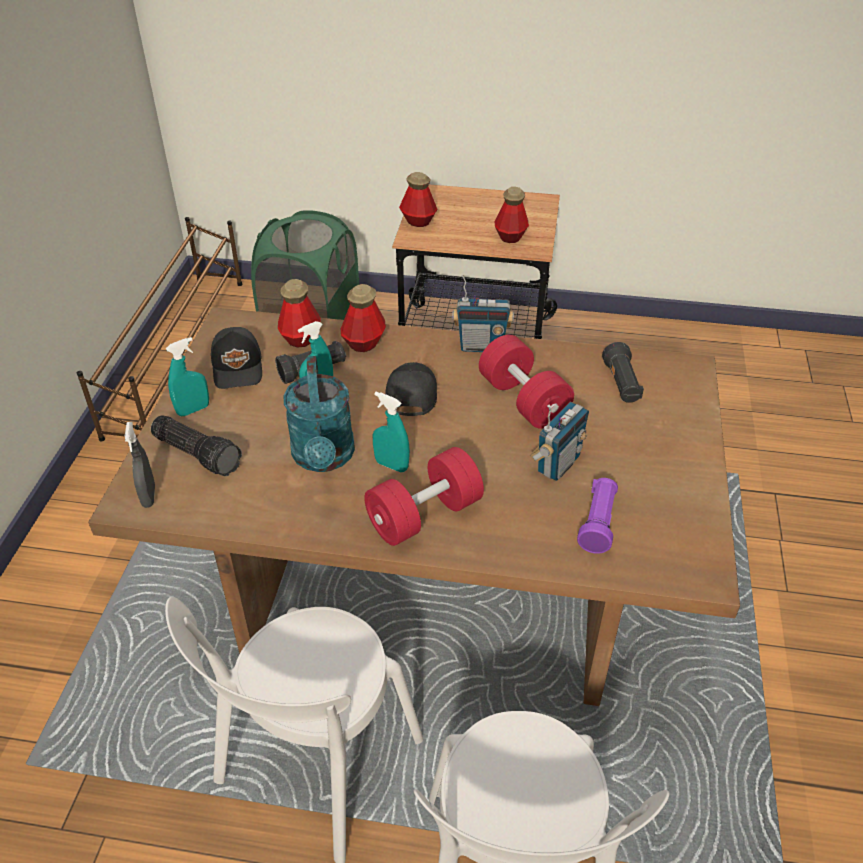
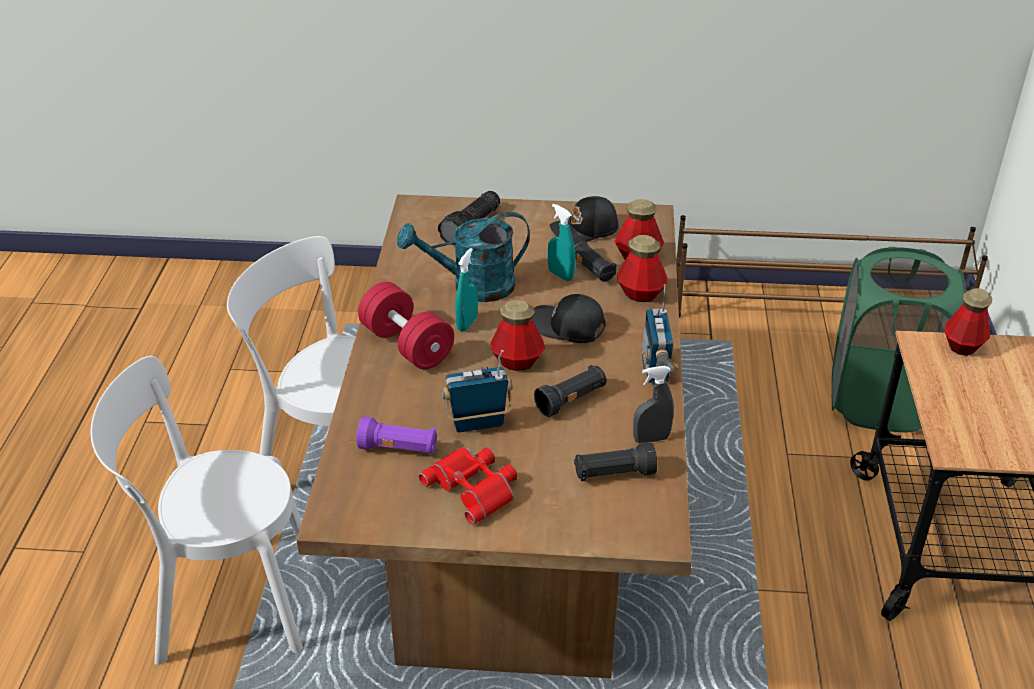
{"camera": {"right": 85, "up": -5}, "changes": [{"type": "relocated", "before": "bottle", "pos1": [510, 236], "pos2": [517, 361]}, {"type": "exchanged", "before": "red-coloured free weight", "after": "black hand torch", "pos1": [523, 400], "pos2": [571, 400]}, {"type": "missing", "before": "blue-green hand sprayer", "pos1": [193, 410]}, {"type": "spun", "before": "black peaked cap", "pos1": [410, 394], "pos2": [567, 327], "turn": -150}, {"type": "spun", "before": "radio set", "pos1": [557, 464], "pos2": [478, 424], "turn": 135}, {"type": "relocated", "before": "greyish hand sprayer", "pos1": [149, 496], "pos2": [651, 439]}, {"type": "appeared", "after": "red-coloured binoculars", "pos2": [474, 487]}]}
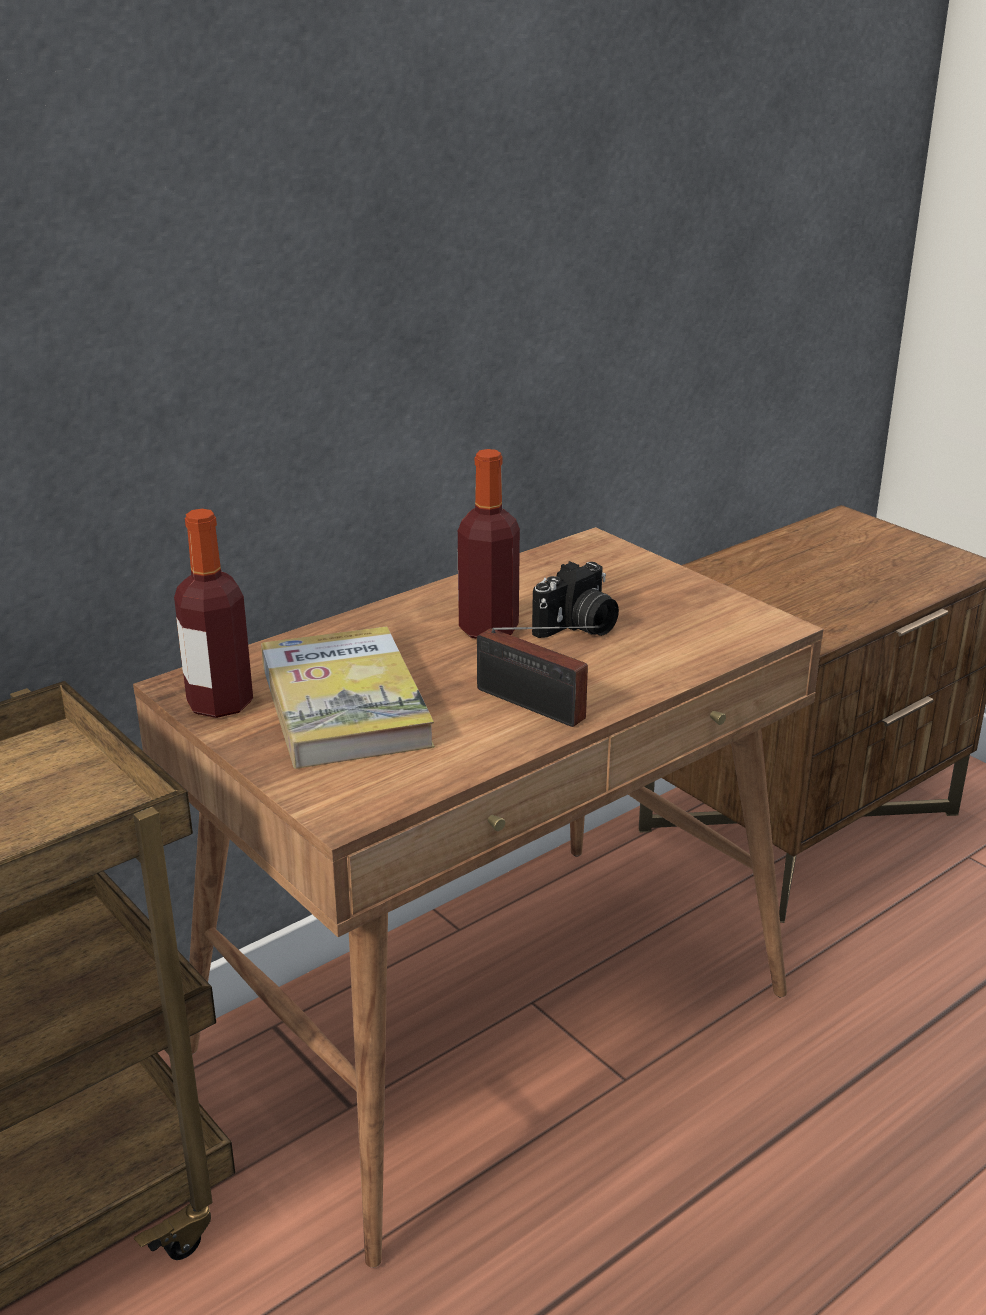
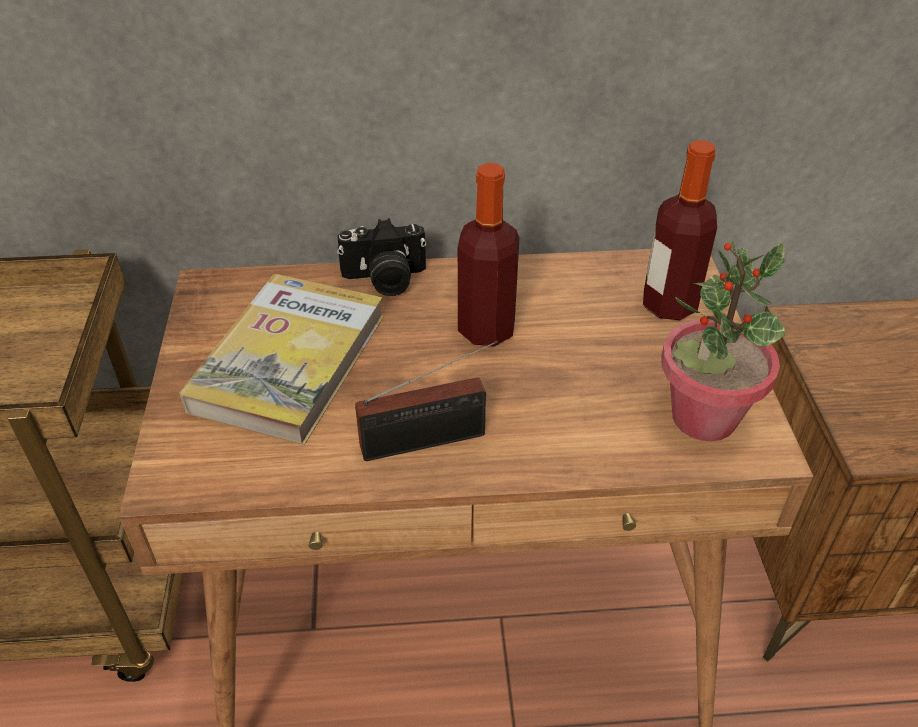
{"camera": {"right": 35, "up": 15}, "changes": [{"type": "relocated", "before": "bottle", "pos1": [220, 704], "pos2": [669, 305]}, {"type": "relocated", "before": "still camera", "pos1": [578, 627], "pos2": [385, 280]}, {"type": "spun", "before": "radio set", "pos1": [535, 707], "pos2": [430, 440], "turn": -90}, {"type": "appeared", "after": "houseplant", "pos2": [703, 417]}]}
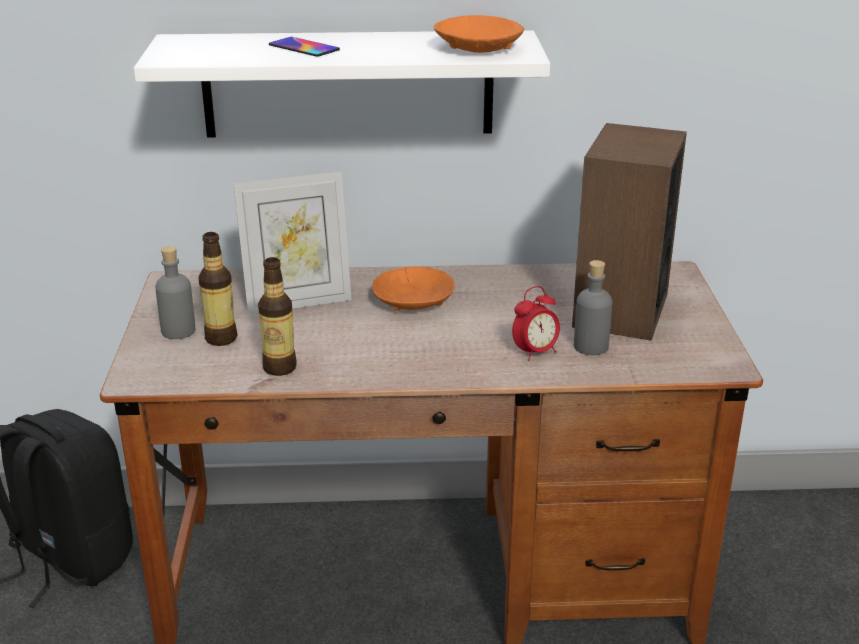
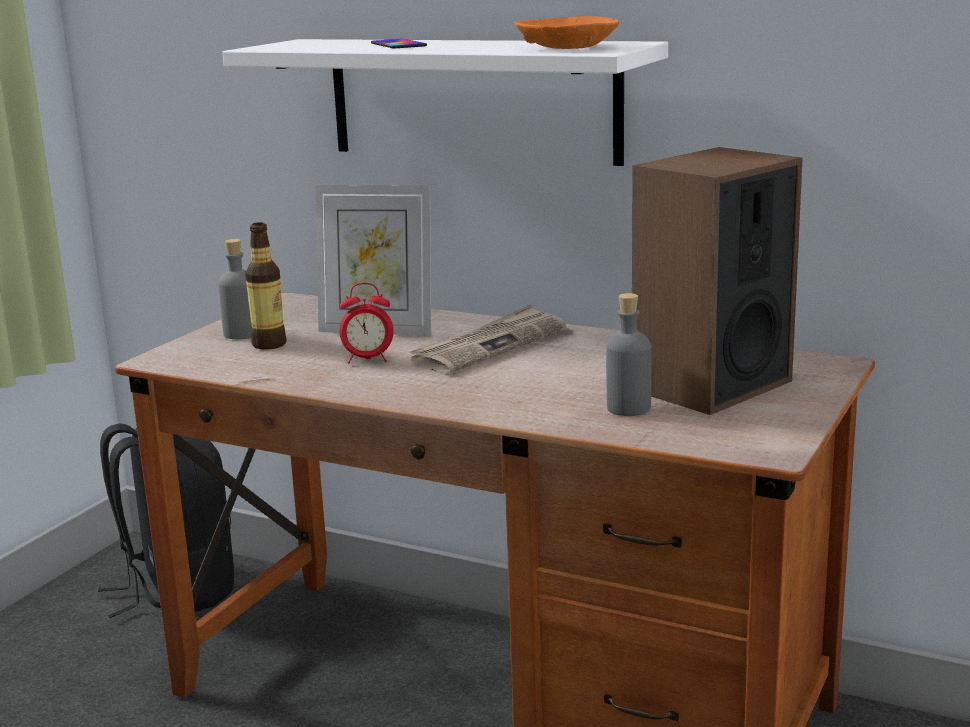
{"camera": {"right": 30, "up": -10}, "changes": [{"type": "missing", "before": "bottle", "pos1": [280, 368]}, {"type": "exchanged", "before": "orange serving bowl", "after": "newspaper", "pos1": [413, 302], "pos2": [490, 345]}, {"type": "relocated", "before": "alarm clock", "pos1": [535, 352], "pos2": [368, 360]}]}
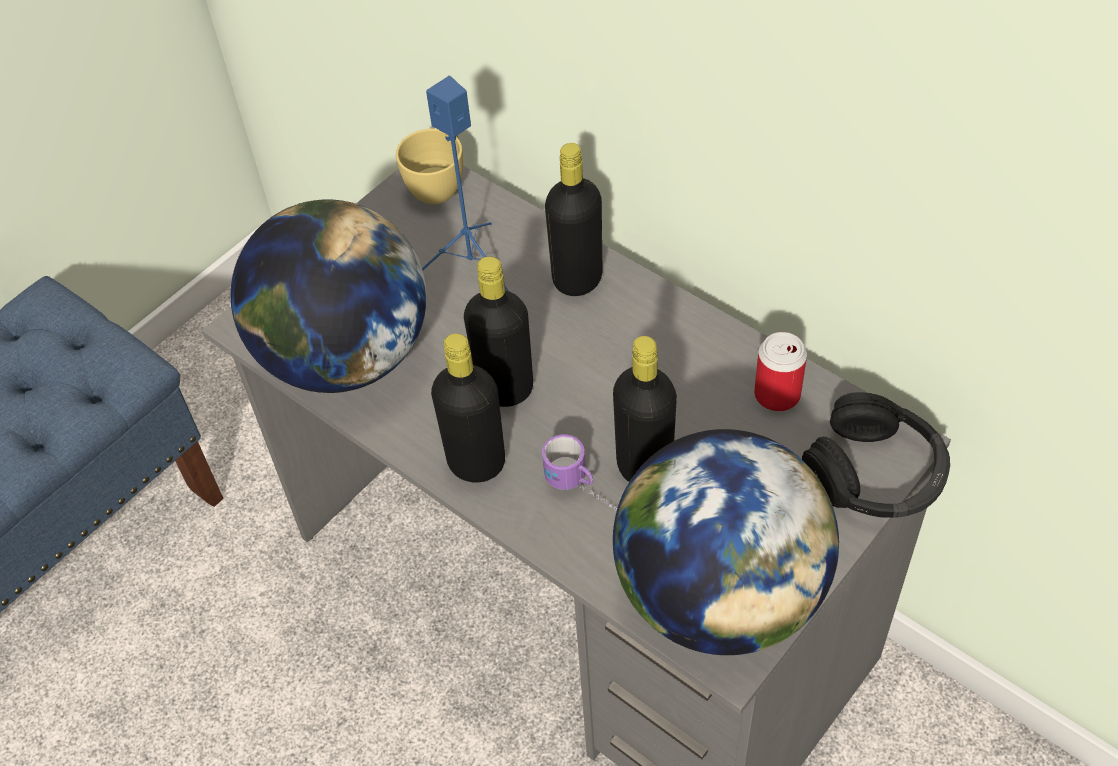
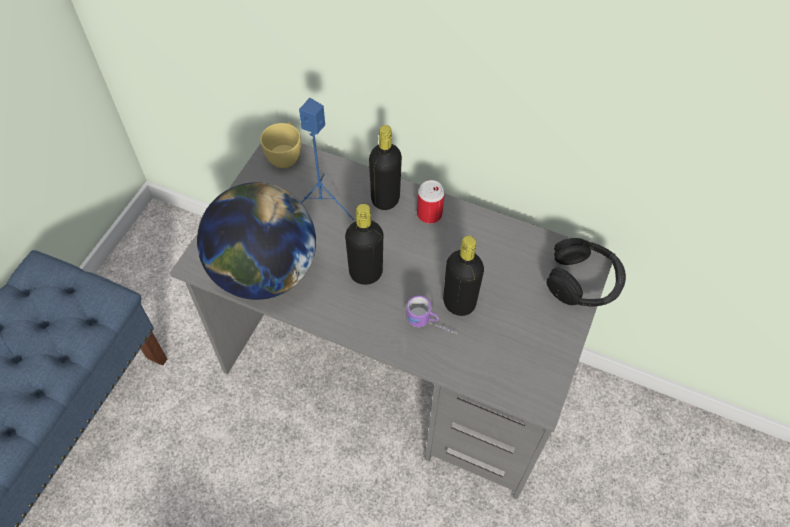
{"camera": {"right": -20, "up": 5}, "changes": [{"type": "relocated", "before": "metal can", "pos1": [777, 394], "pos2": [429, 214]}, {"type": "missing", "before": "black bottle", "pos1": [476, 463]}, {"type": "missing", "before": "globe", "pos1": [719, 595]}]}
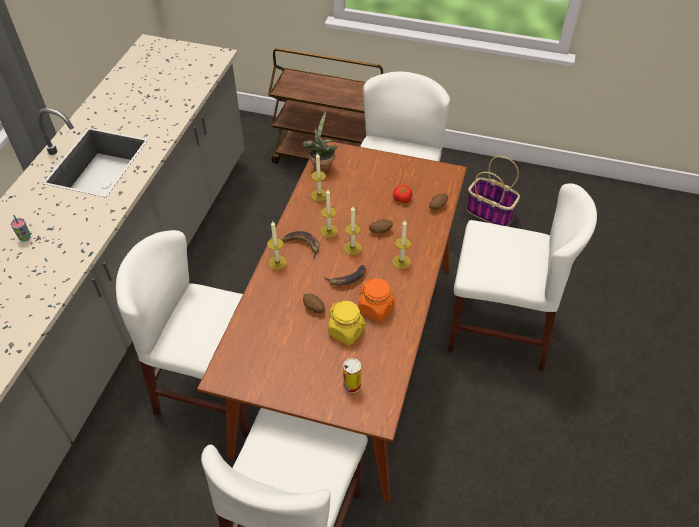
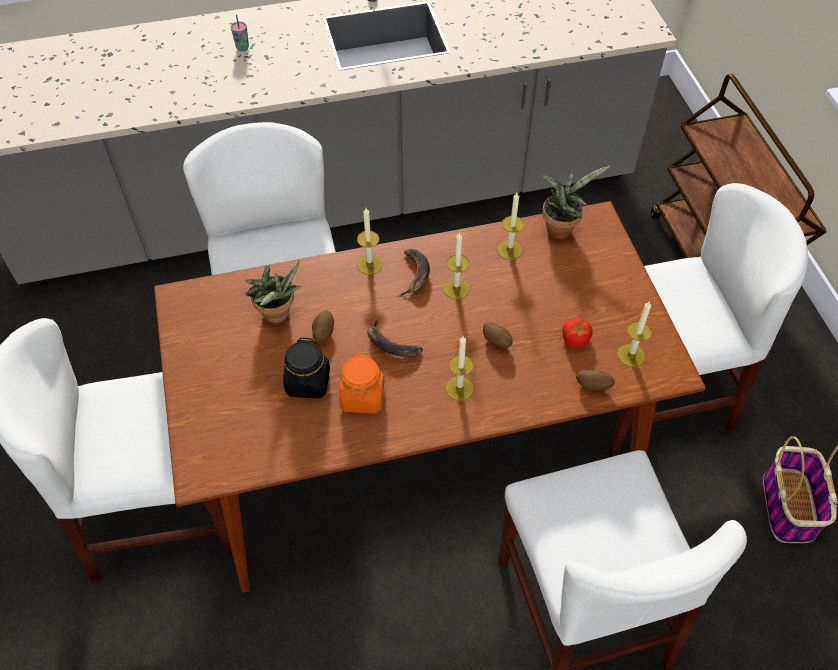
{"camera": {"right": 60, "up": 5}, "changes": [{"type": "relocated", "before": "candle", "pos1": [352, 248], "pos2": [631, 355]}, {"type": "colour", "before": "yellow-coloured storage jar", "after": "black storage jar", "pos1": [346, 331], "pos2": [308, 382]}, {"type": "missing", "before": "metal can", "pos1": [352, 385]}, {"type": "appeared", "after": "houseplant", "pos2": [278, 316]}]}
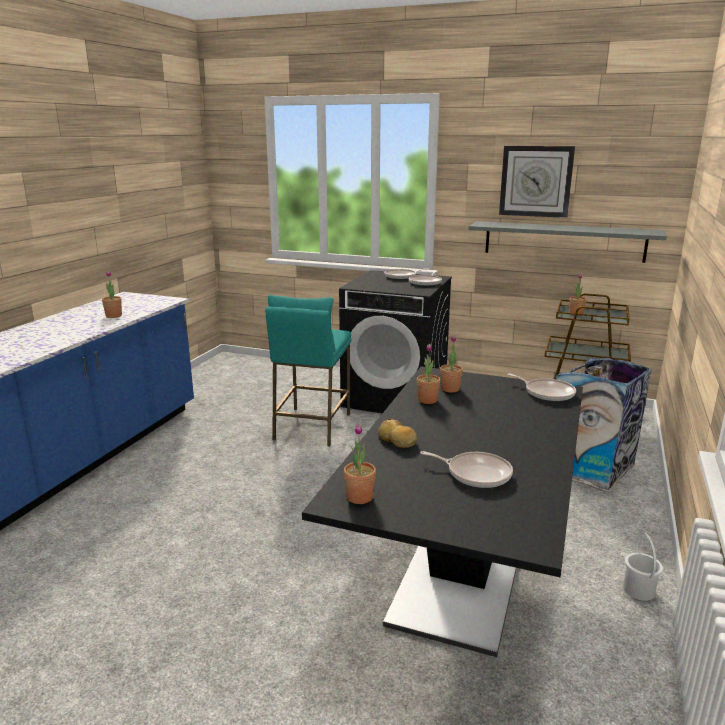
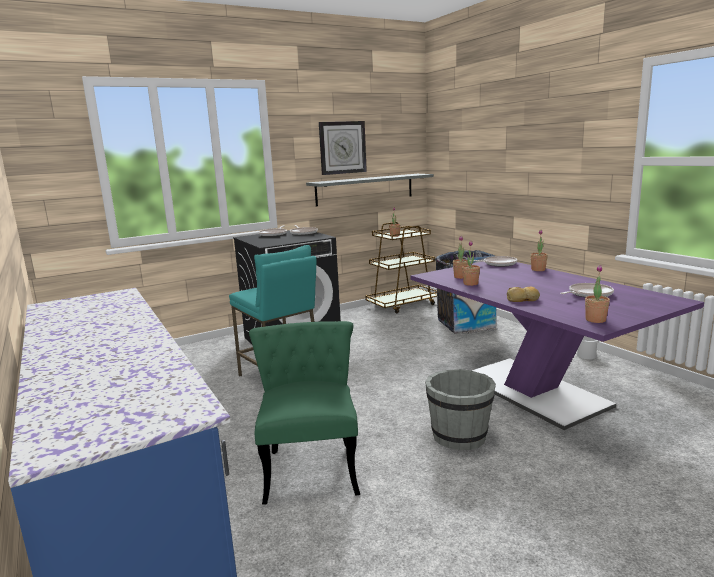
{"camera": {"right": -50, "up": -5}, "changes": [{"type": "relocated", "before": "houseplant", "pos1": [114, 316], "pos2": [538, 269]}, {"type": "colour", "before": "black dinner table", "after": "purple dinner table", "pos1": [460, 574], "pos2": [532, 391]}, {"type": "appeared", "after": "green-coloured chair", "pos2": [311, 464]}, {"type": "appeared", "after": "greyish pail", "pos2": [459, 436]}]}
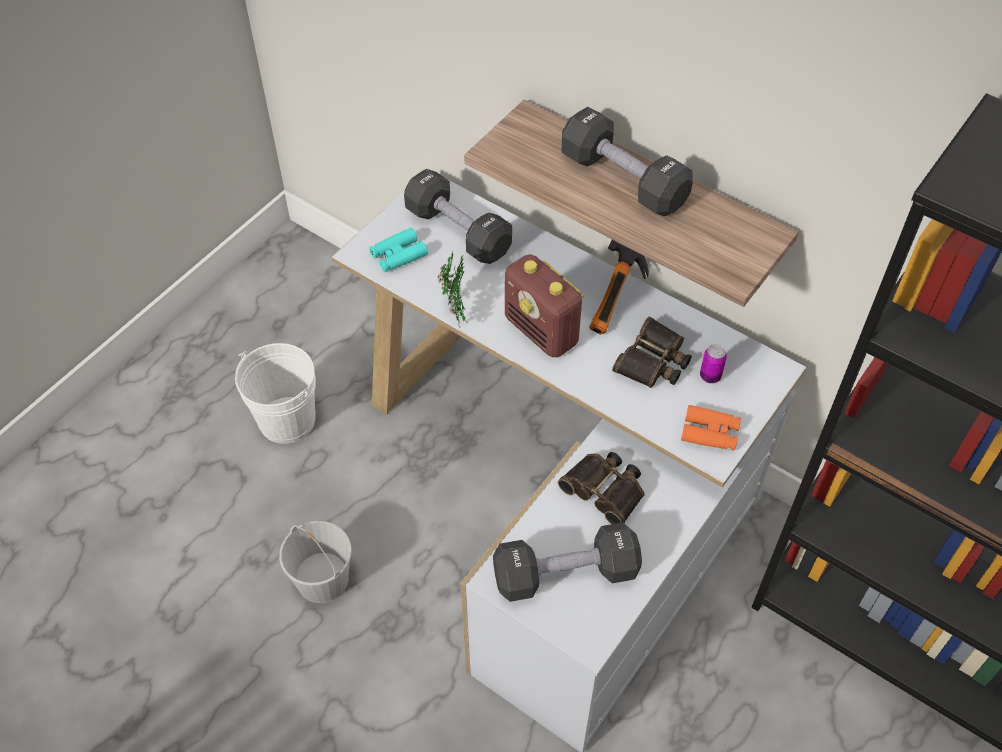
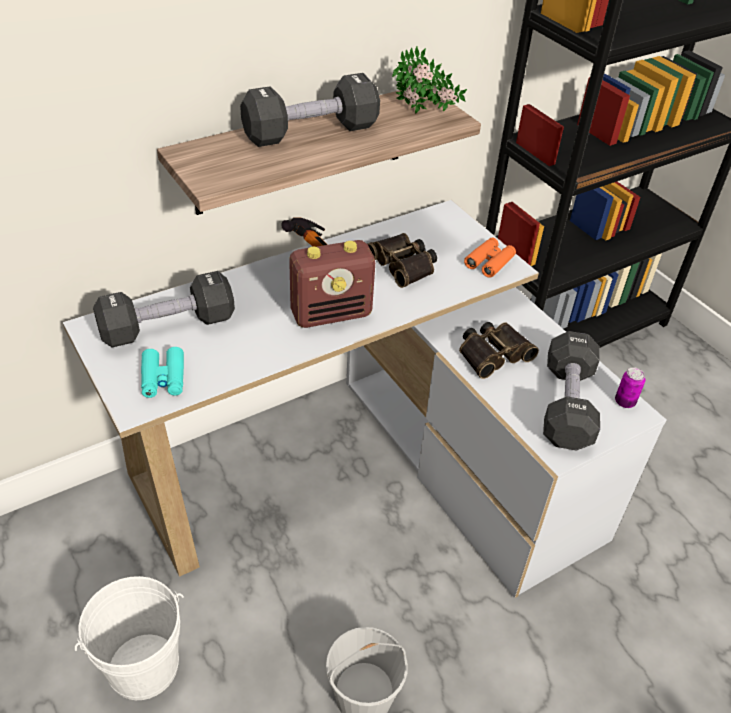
{"camera": {"right": -70, "up": -10}, "changes": [{"type": "relocated", "before": "houseplant", "pos1": [455, 310], "pos2": [425, 113]}, {"type": "relocated", "before": "metal can", "pos1": [710, 376], "pos2": [624, 402]}]}
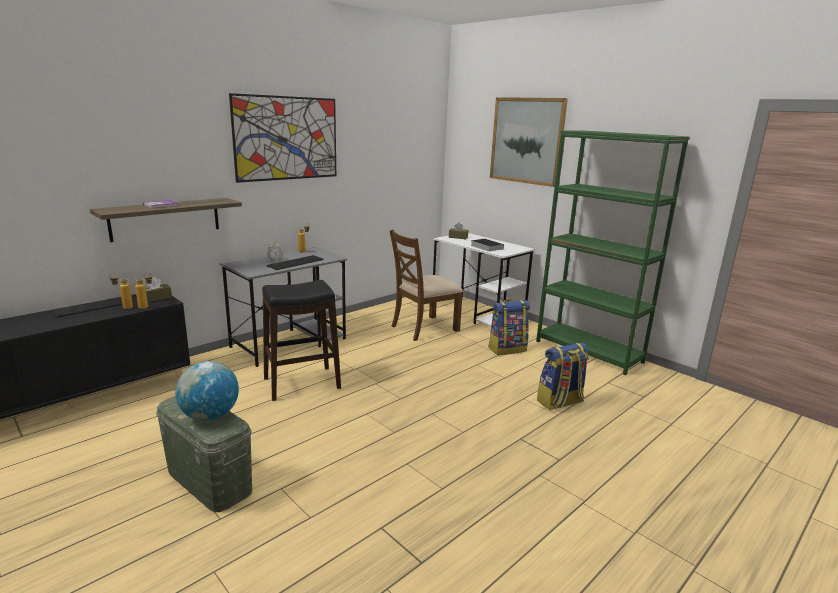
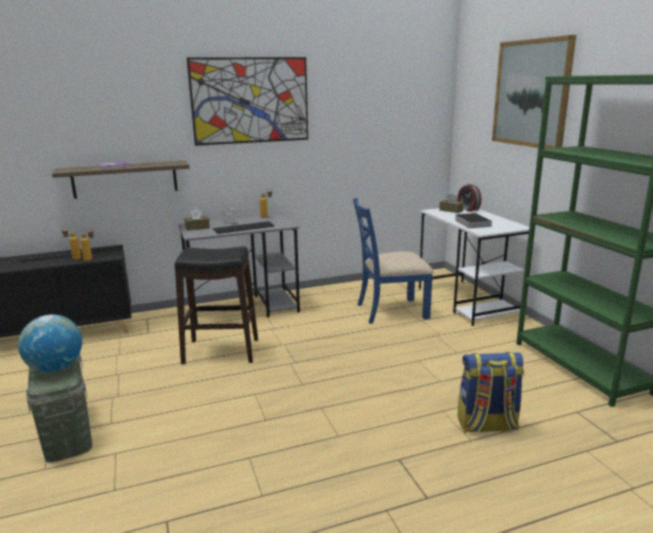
{"camera": {"right": 25, "up": 0}, "changes": [{"type": "colour", "before": "brownish chair", "after": "blue-coloured chair", "pos1": [424, 328], "pos2": [391, 311]}, {"type": "relocated", "before": "brownish tissue holder", "pos1": [156, 298], "pos2": [197, 228]}, {"type": "missing", "before": "rucksack", "pos1": [507, 349]}, {"type": "appeared", "after": "alarm clock", "pos2": [467, 209]}]}
